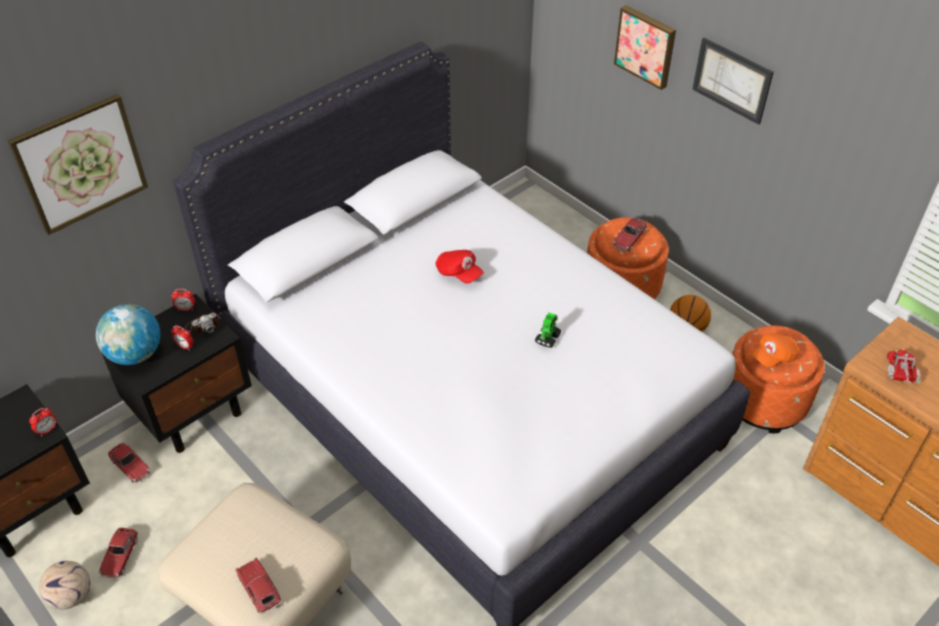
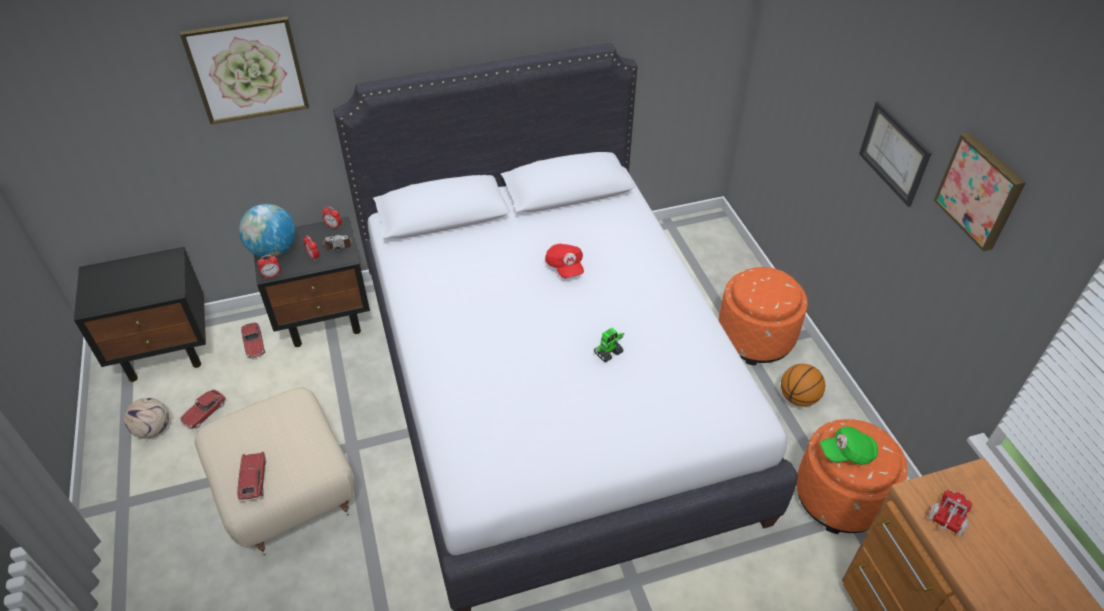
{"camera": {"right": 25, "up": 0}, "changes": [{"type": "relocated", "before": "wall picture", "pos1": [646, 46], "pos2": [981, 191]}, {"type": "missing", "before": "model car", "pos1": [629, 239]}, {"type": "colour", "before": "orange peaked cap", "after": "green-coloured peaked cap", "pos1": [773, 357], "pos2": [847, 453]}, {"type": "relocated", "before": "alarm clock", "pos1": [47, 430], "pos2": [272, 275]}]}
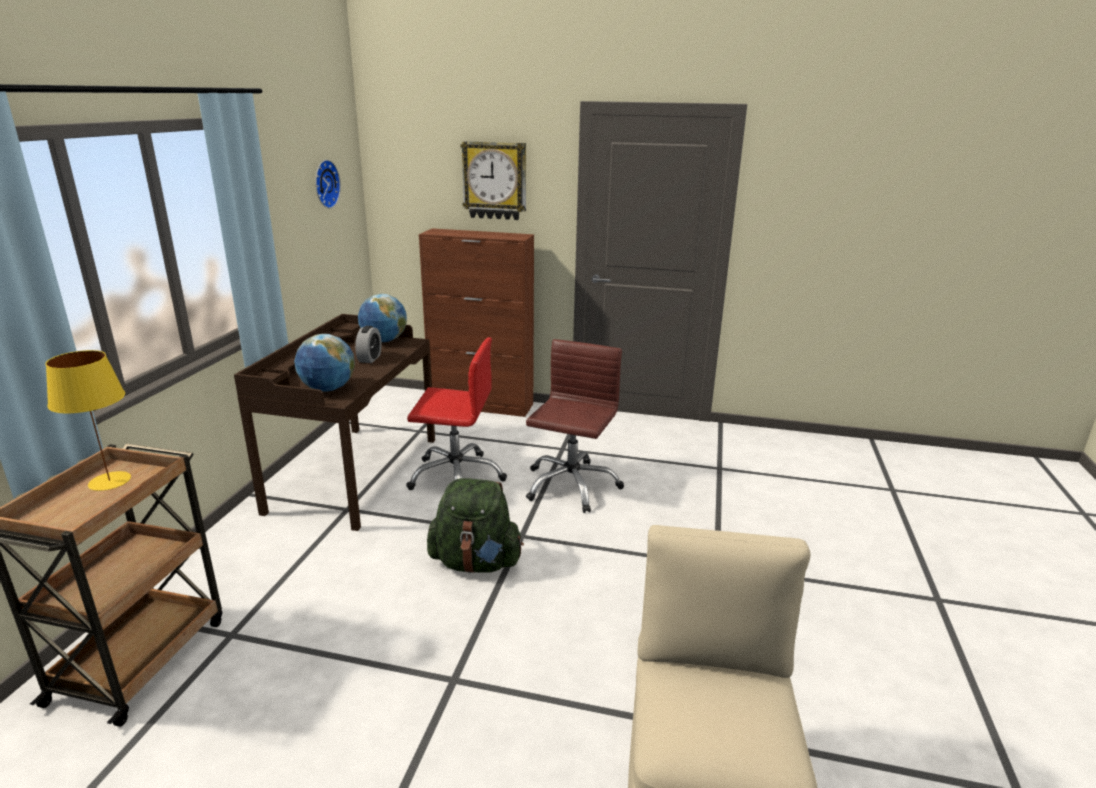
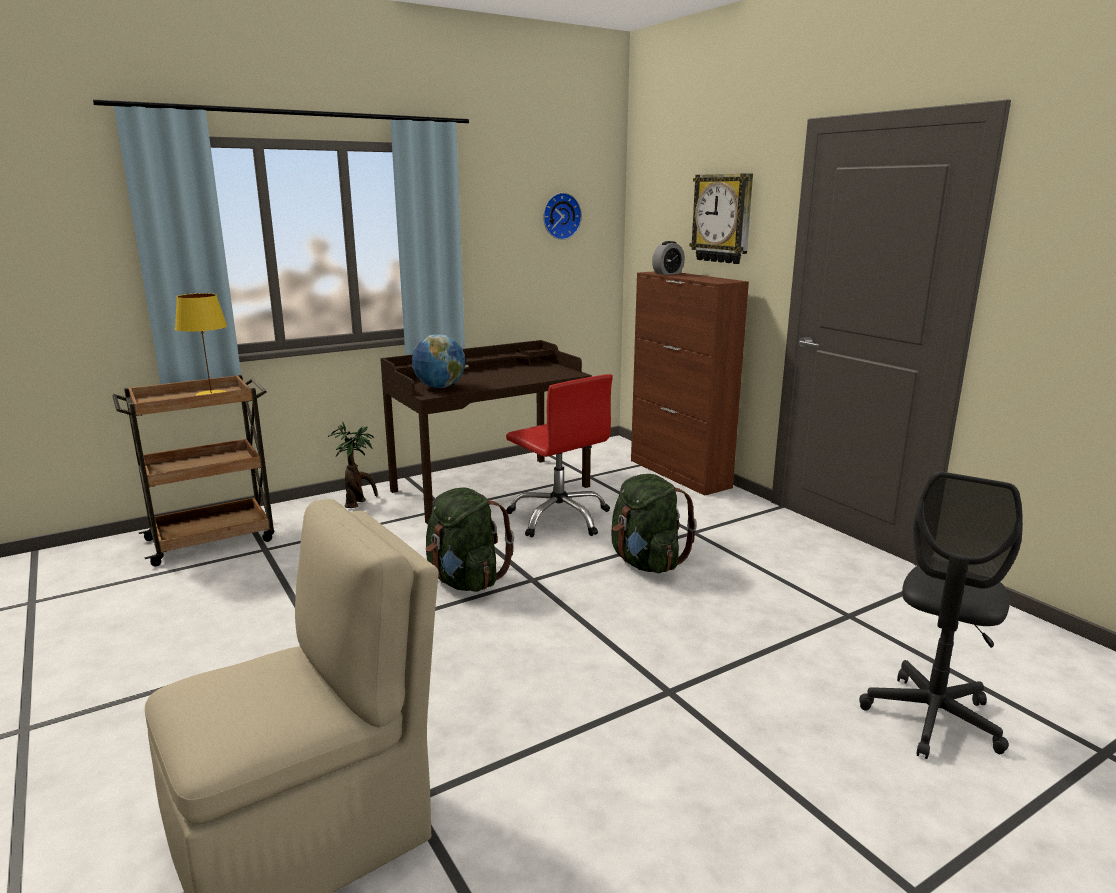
{"camera": {"right": 45, "up": -5}, "changes": [{"type": "missing", "before": "globe", "pos1": [384, 341]}, {"type": "relocated", "before": "alarm clock", "pos1": [370, 358], "pos2": [667, 273]}, {"type": "exchanged", "before": "brownish office chair", "after": "green-coloured rucksack", "pos1": [571, 485], "pos2": [646, 563]}, {"type": "appeared", "after": "houseplant", "pos2": [358, 503]}, {"type": "appeared", "after": "greyish office chair", "pos2": [931, 719]}]}
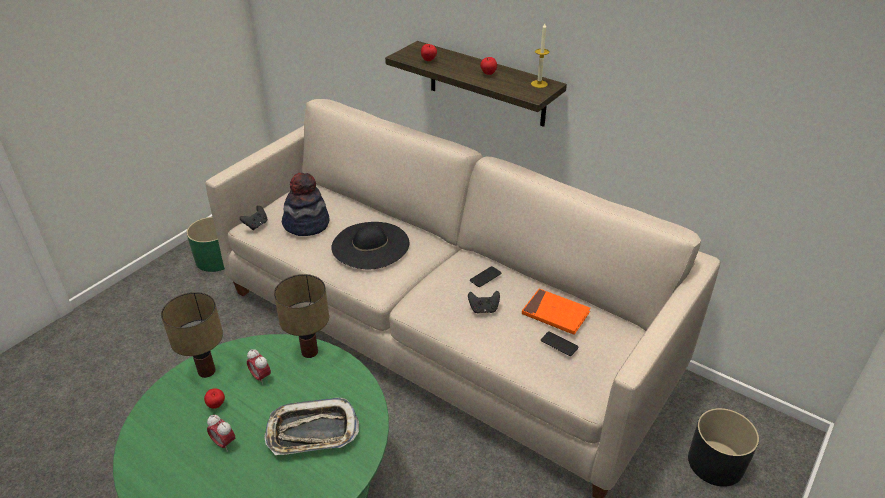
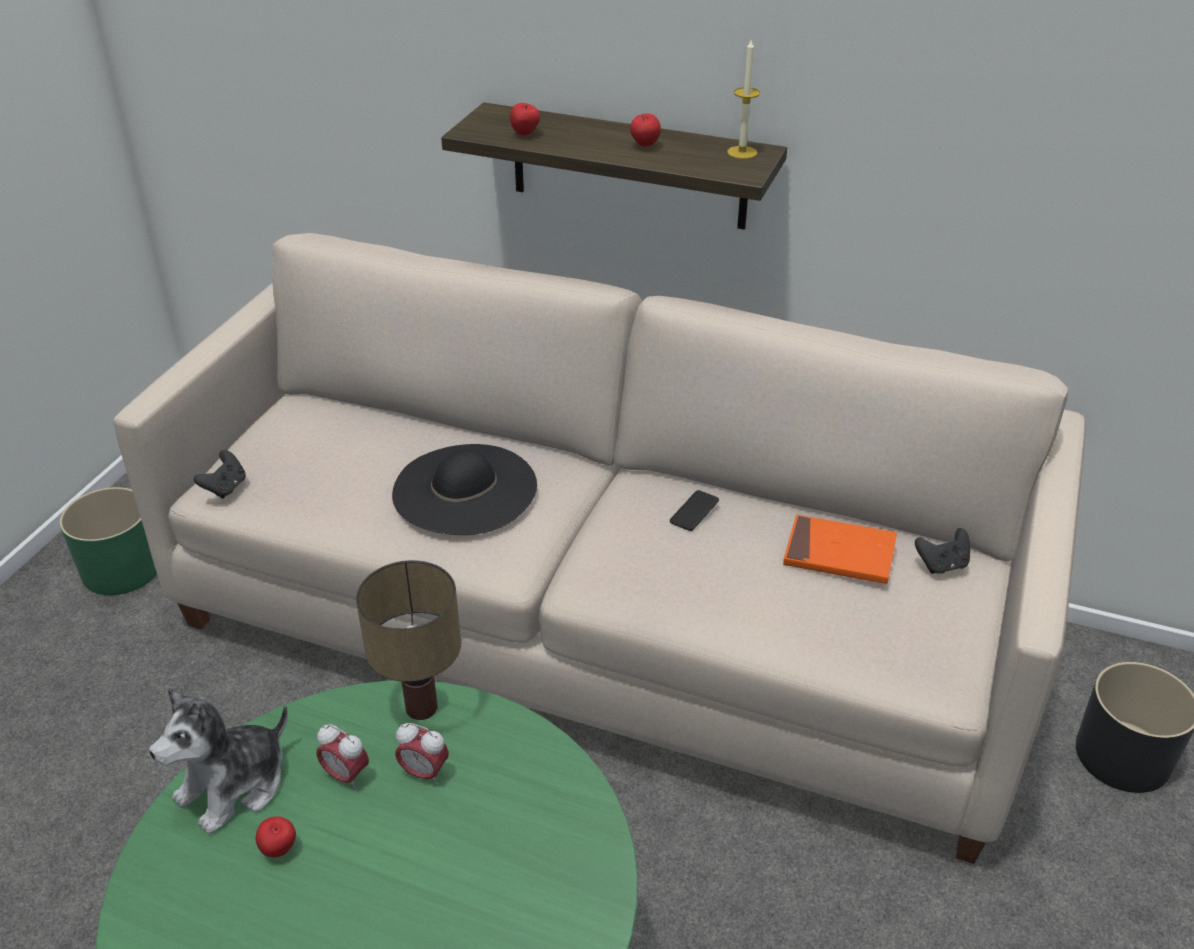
{"camera": {"right": -15, "up": 0}, "changes": [{"type": "missing", "before": "wearable hat", "pos1": [306, 224]}, {"type": "relocated", "before": "black game controller", "pos1": [483, 309], "pos2": [942, 565]}, {"type": "exchanged", "before": "table lamp", "after": "plush toy", "pos1": [207, 371], "pos2": [234, 786]}, {"type": "missing", "before": "phone", "pos1": [559, 344]}, {"type": "missing", "before": "carrying tray", "pos1": [312, 432]}, {"type": "relocated", "before": "alarm clock", "pos1": [224, 443], "pos2": [424, 772]}]}
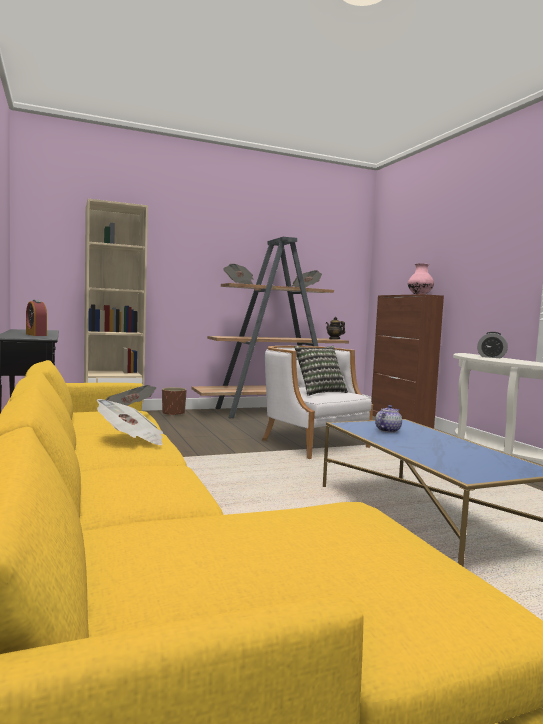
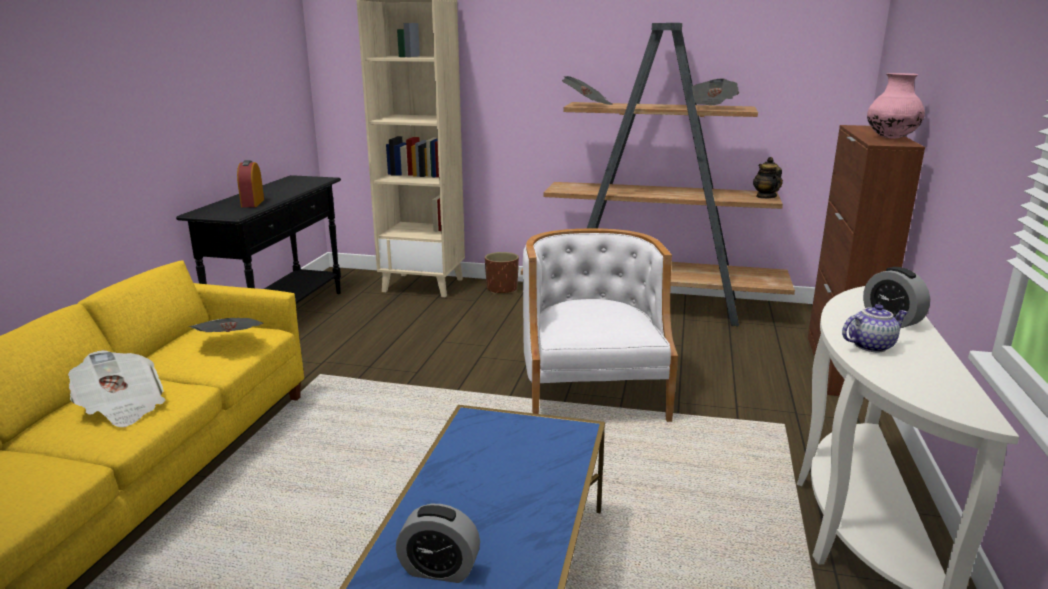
{"camera": {"right": 35, "up": 15}, "changes": [{"type": "missing", "before": "pillow", "pos1": [319, 392]}, {"type": "relocated", "before": "teapot", "pos1": [387, 430], "pos2": [870, 345]}, {"type": "appeared", "after": "alarm clock", "pos2": [439, 570]}]}
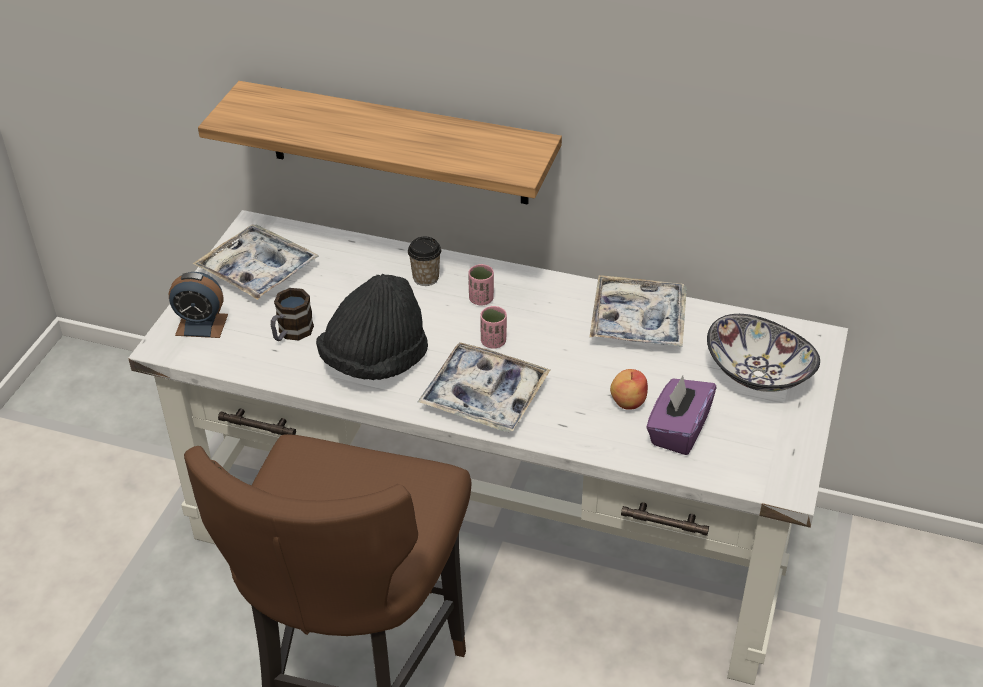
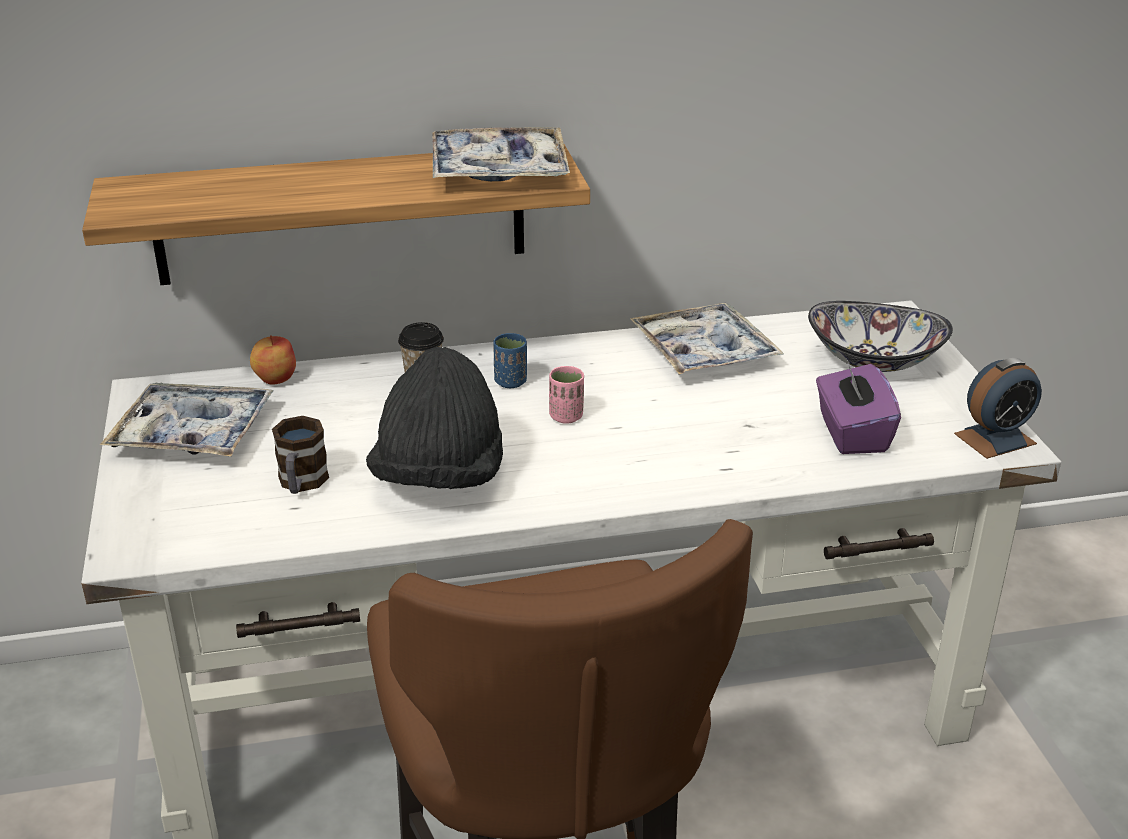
{"camera": {"right": -30, "up": -10}, "changes": [{"type": "colour", "before": "pink cup", "after": "blue-coloured cup", "pos1": [481, 299], "pos2": [510, 382]}, {"type": "relocated", "before": "alarm clock", "pos1": [201, 325], "pos2": [995, 438]}, {"type": "relocated", "before": "carrying tray", "pos1": [484, 396], "pos2": [498, 170]}, {"type": "relocated", "before": "apple", "pos1": [628, 401], "pos2": [275, 378]}]}
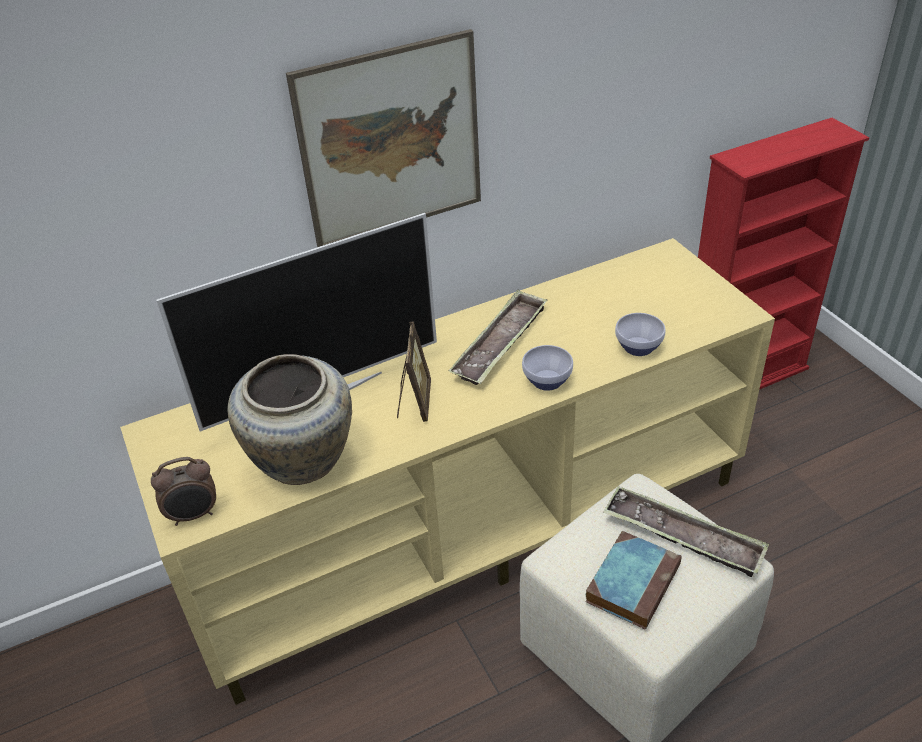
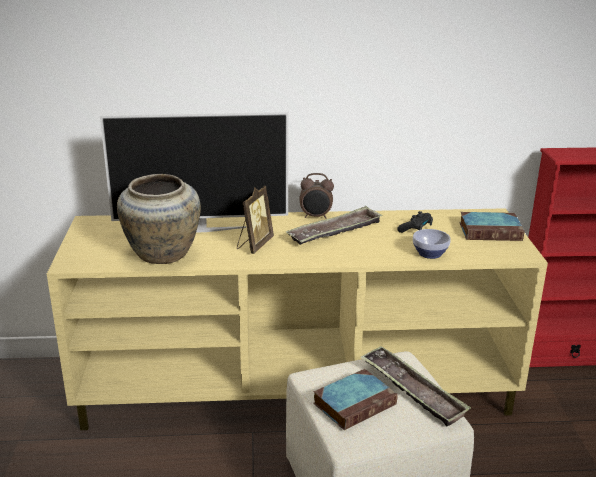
{"camera": {"right": 20, "up": -15}, "changes": [{"type": "missing", "before": "wall picture", "pos1": [391, 141]}, {"type": "missing", "before": "serving bowl", "pos1": [545, 381]}, {"type": "relocated", "before": "alarm clock", "pos1": [194, 515], "pos2": [316, 217]}, {"type": "appeared", "after": "black game controller", "pos2": [415, 229]}, {"type": "appeared", "after": "bound book", "pos2": [491, 231]}]}
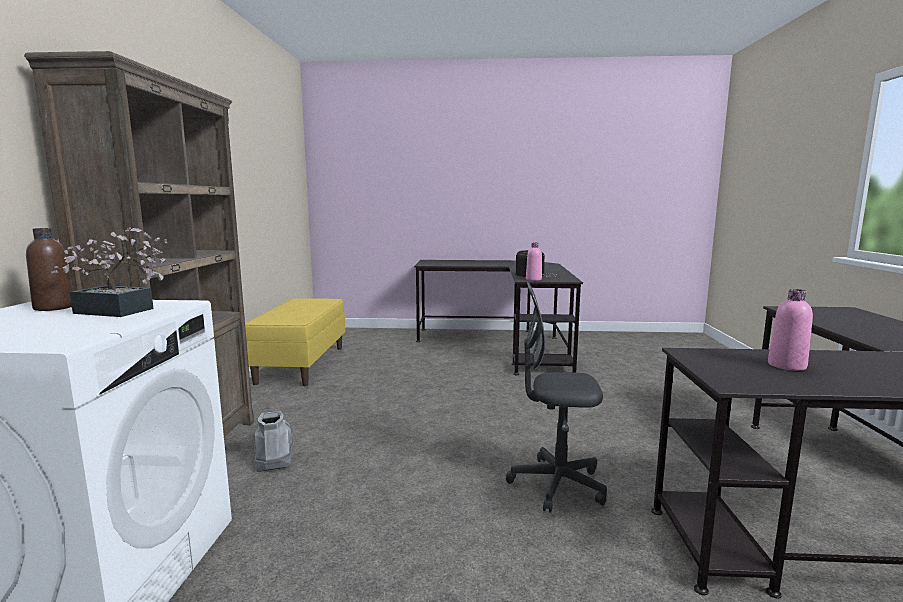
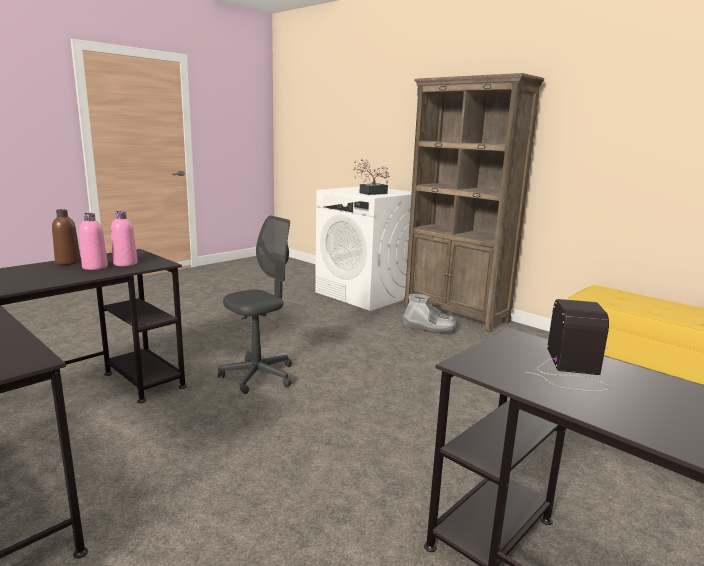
{"camera": {"right": 130, "up": 5}, "changes": [{"type": "relocated", "before": "brownish bottle", "pos1": [54, 307], "pos2": [68, 262]}, {"type": "relocated", "before": "pink bottle", "pos1": [533, 279], "pos2": [125, 263]}]}
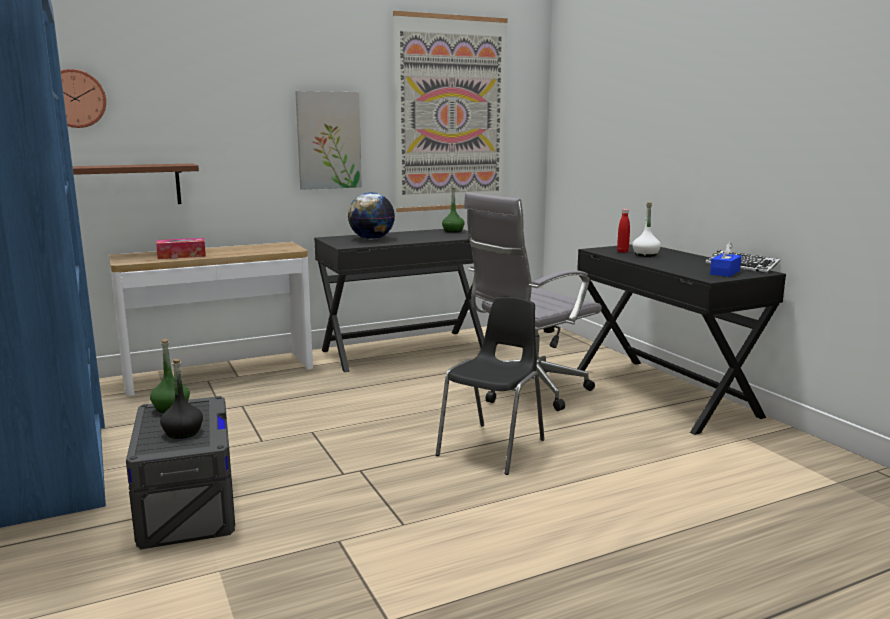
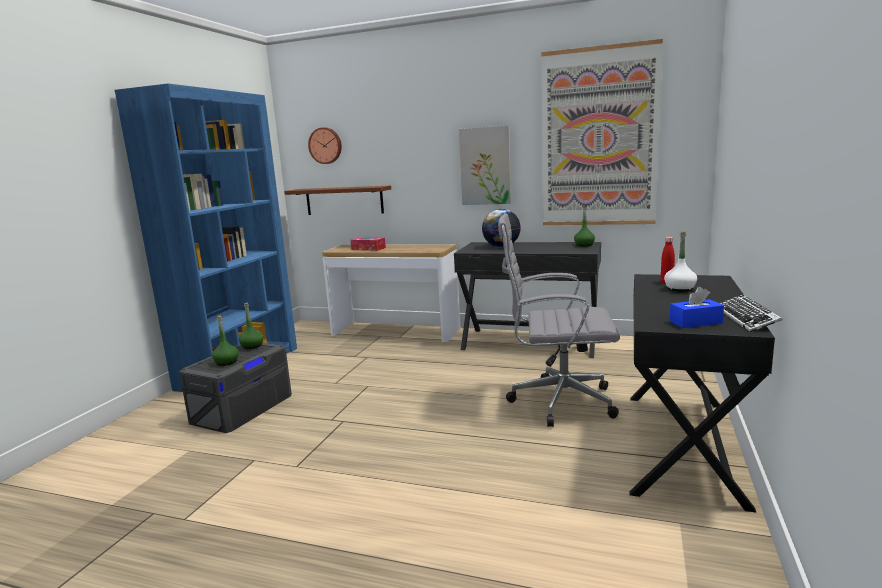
{"camera": {"right": 45, "up": 0}, "changes": [{"type": "missing", "before": "black chair", "pos1": [493, 448]}, {"type": "colour", "before": "black bottle", "after": "green-coloured bottle", "pos1": [183, 432], "pos2": [226, 362]}]}
